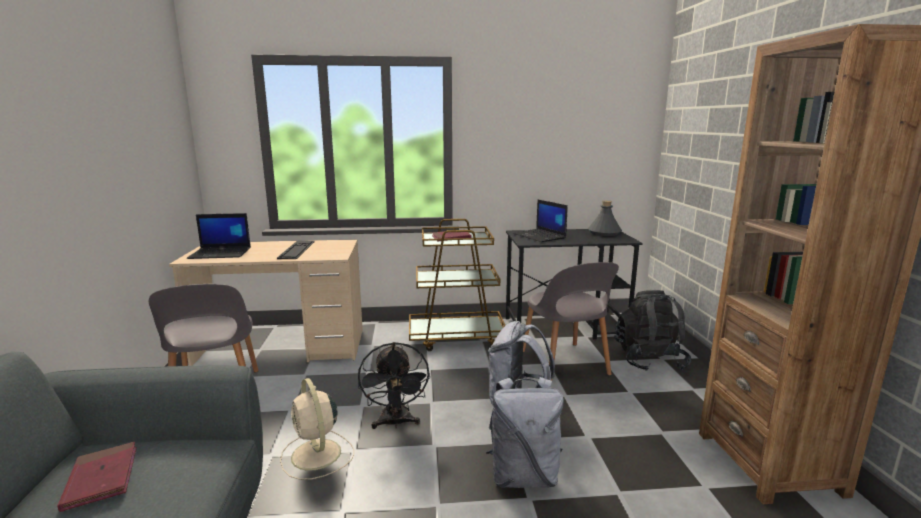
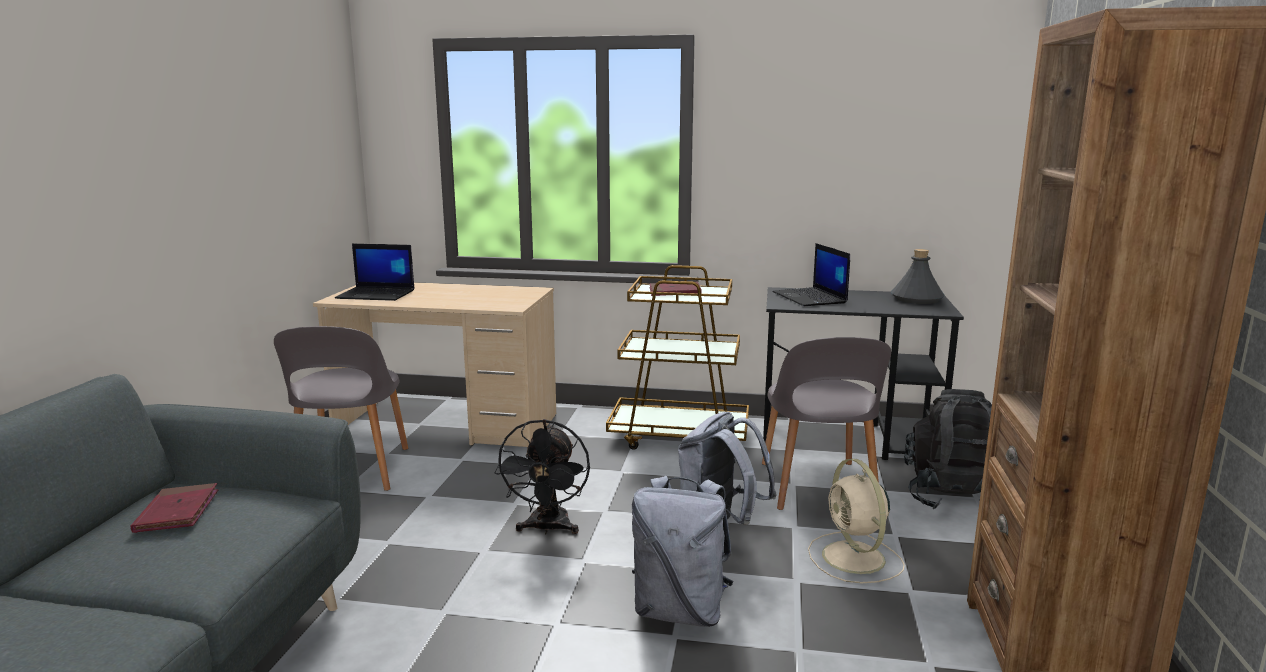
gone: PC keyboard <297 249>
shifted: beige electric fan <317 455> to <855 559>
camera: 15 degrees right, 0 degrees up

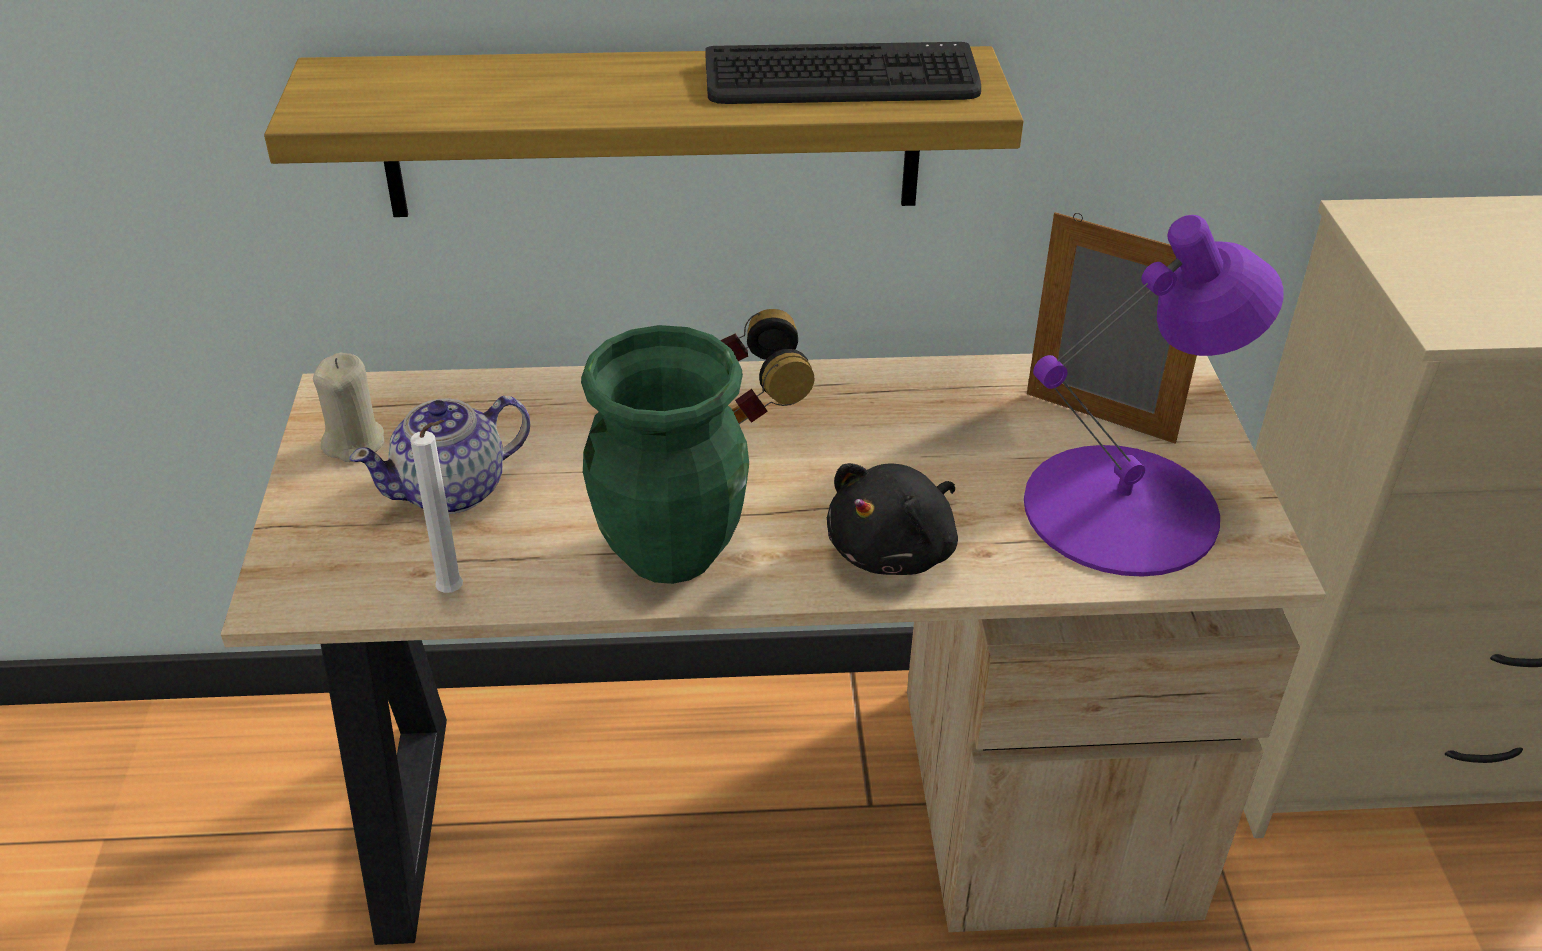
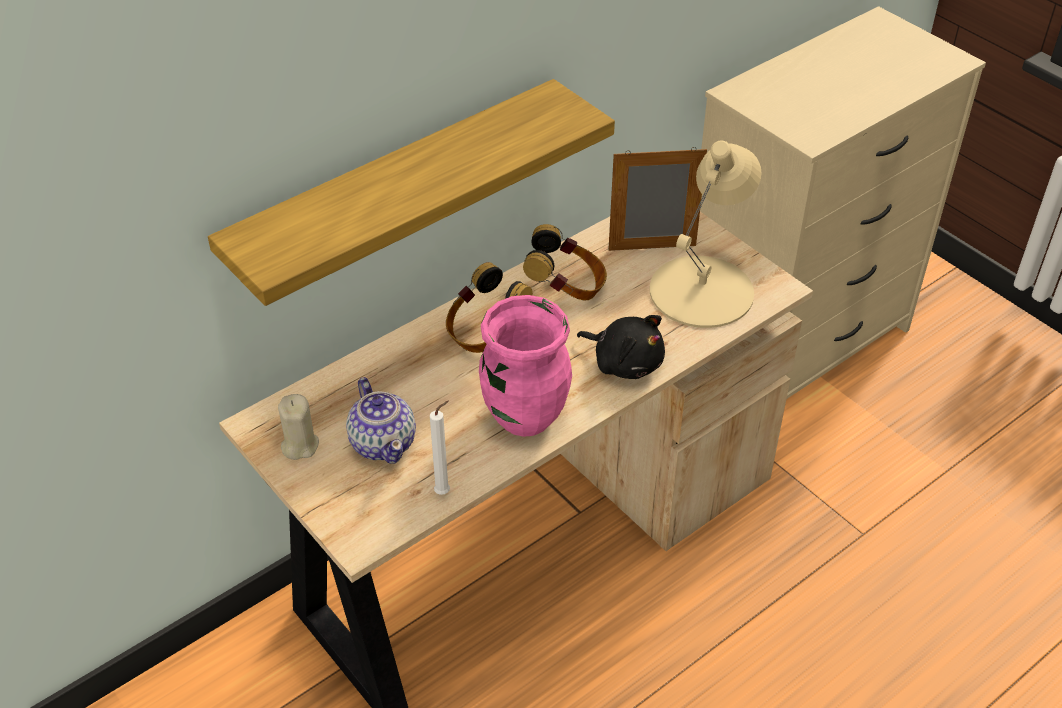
gone: PC keyboard <841 79>
new: pair of headphones <566 287>
repainted: greenish decorative vase <671 551> to pinkish decorative vase <525 416>; purplish tabletop lamp <1124 509> to beige tabletop lamp <703 291>
rotated: tea pot <453 490> = <383 442> 45 degrees counterclockwise; black plush toy <895 550> = <625 362> 60 degrees counterclockwise
camera: 35 degrees left, 5 degrees up

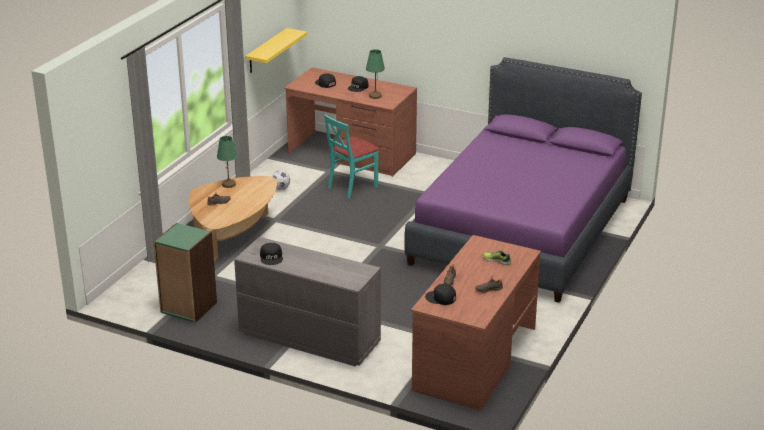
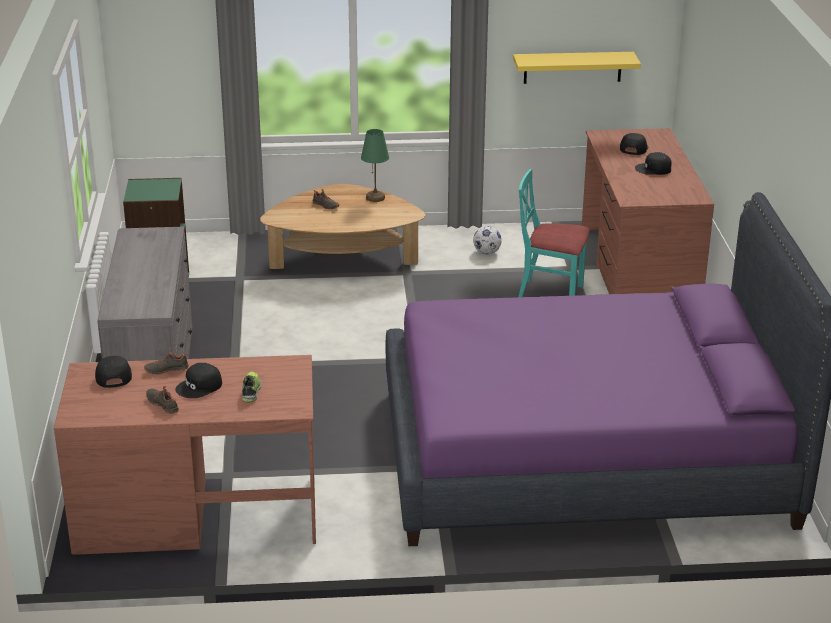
gone: greenish tabletop lamp <375 96>
shifted: black baseball cap <272 257> to <199 387>
camera: 60 degrees right, 0 degrees up

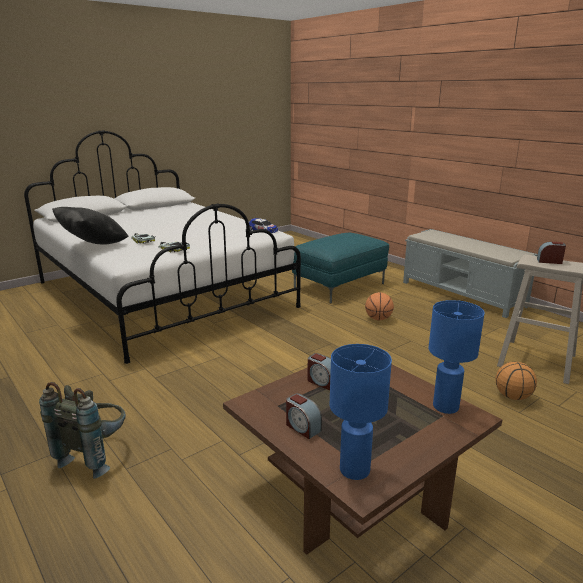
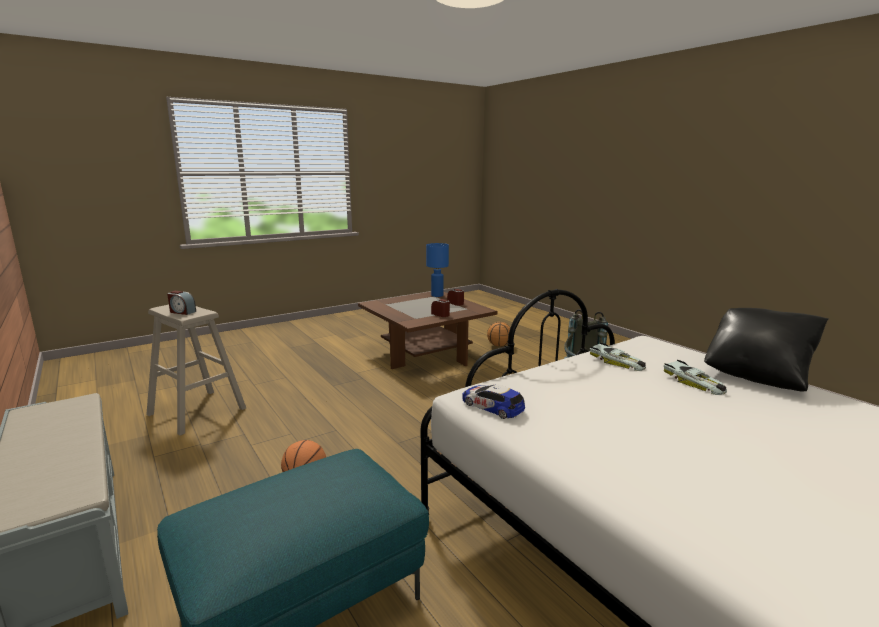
gone: blue tabletop lamp <445 406>
shifted: basketball <512 397> to <499 345>
camera: 175 degrees left, 5 degrees down

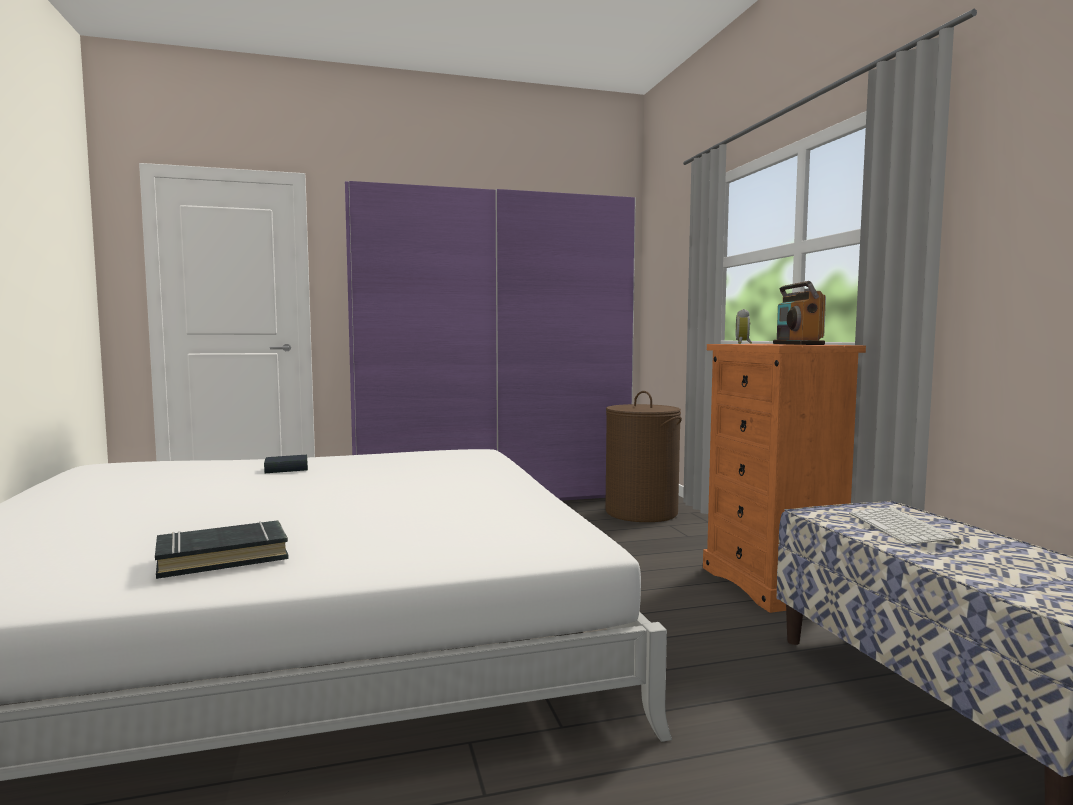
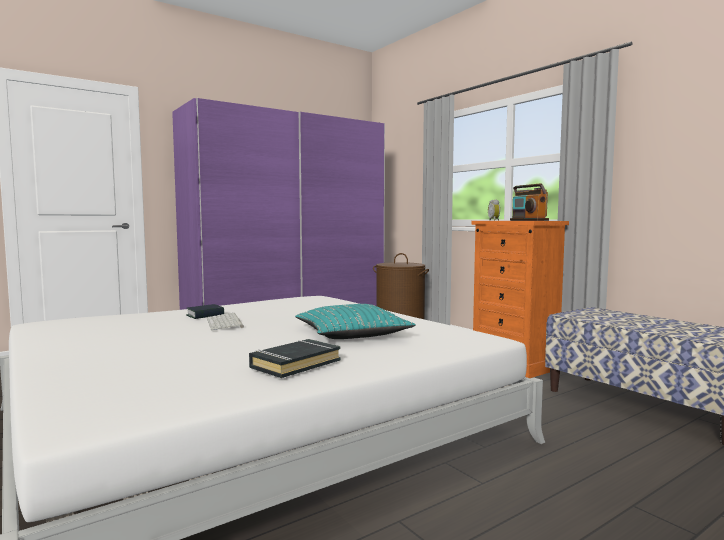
new: blue-green pillow <352 334>
shifted: PC keyboard <903 528> to <225 323>
camera: 20 degrees left, 0 degrees up

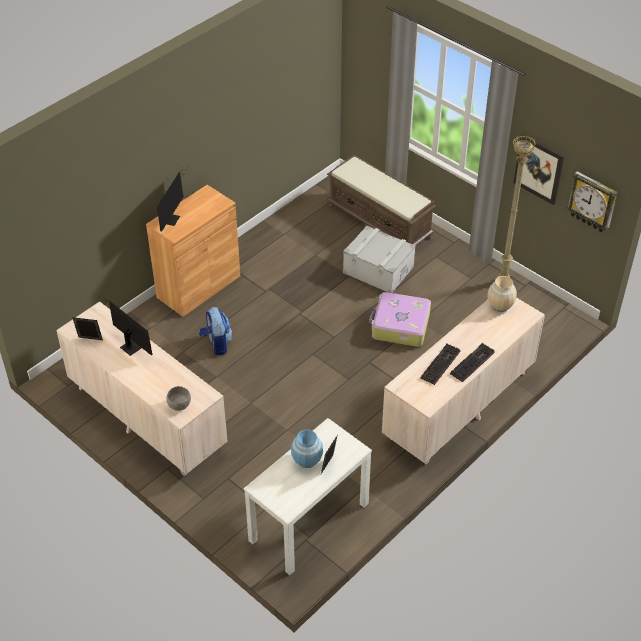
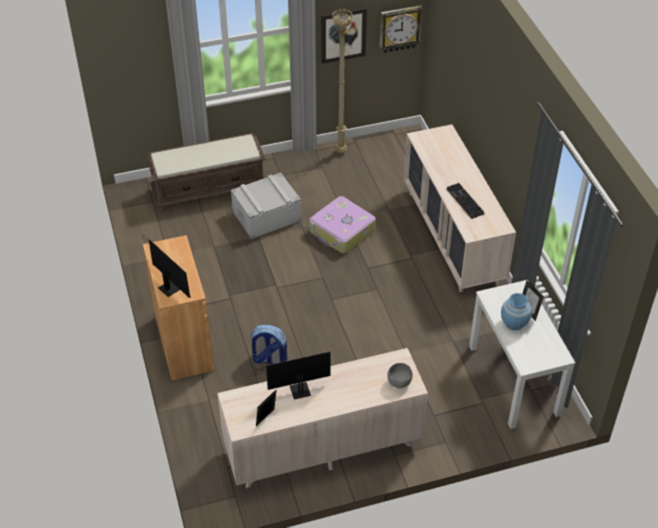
gone: PC keyboard <472 362>; beige decorative vase <500 305>
camera: 60 degrees left, 0 degrees up

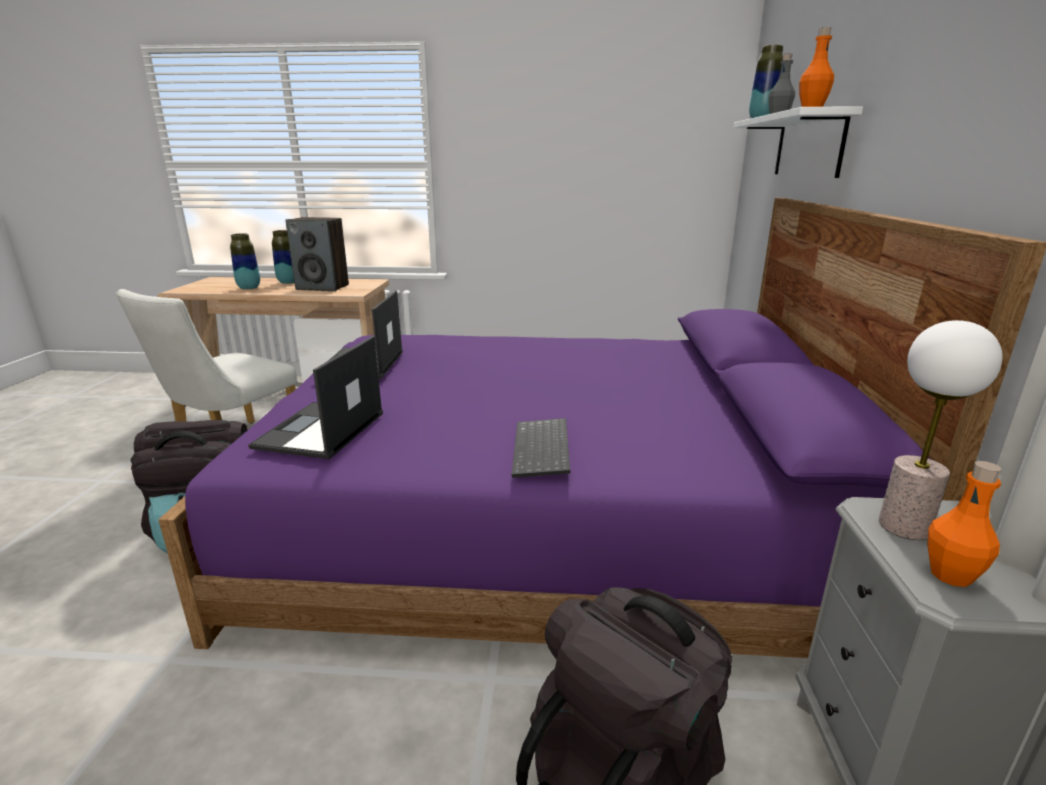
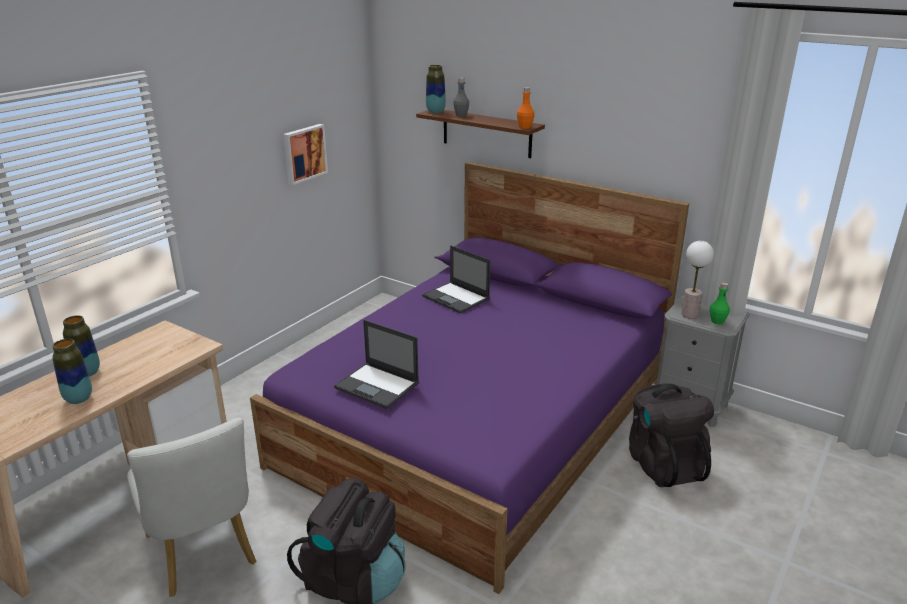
gone: speaker <323 287>; PC keyboard <543 450>
new: wall art <304 153>
shifted: portable computer <320 431> to <456 298>
repainted: white-coloured wall shelf <808 146> to brown-coloured wall shelf <486 133>; orangey drink bottle <950 575> to greenish drink bottle <717 321>
camera: 60 degrees left, 5 degrees up

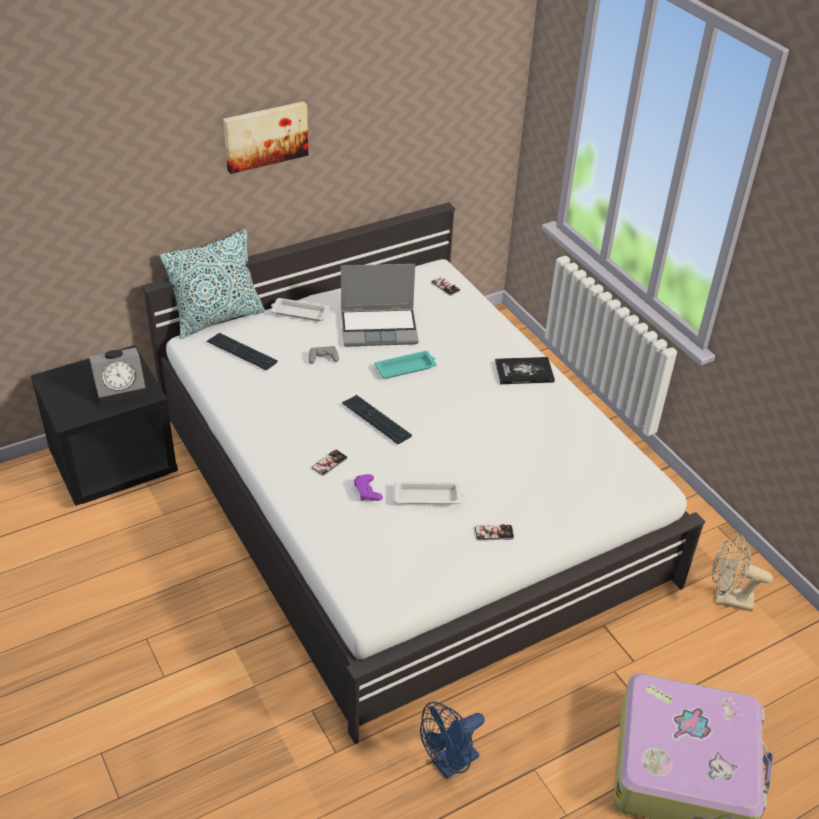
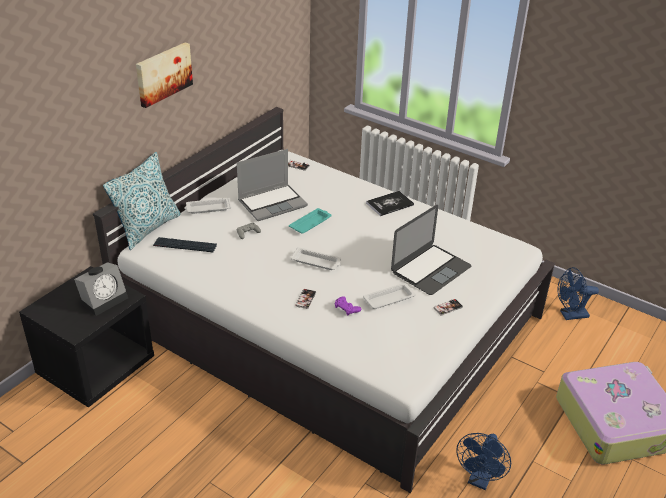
new: portable computer <430 269>
swapped: PC keyboard <376 420> to white-coloured tray <316 262>
repainted: beige electric fan <727 599> to blue electric fan <570 315>
camera: 25 degrees left, 5 degrees down

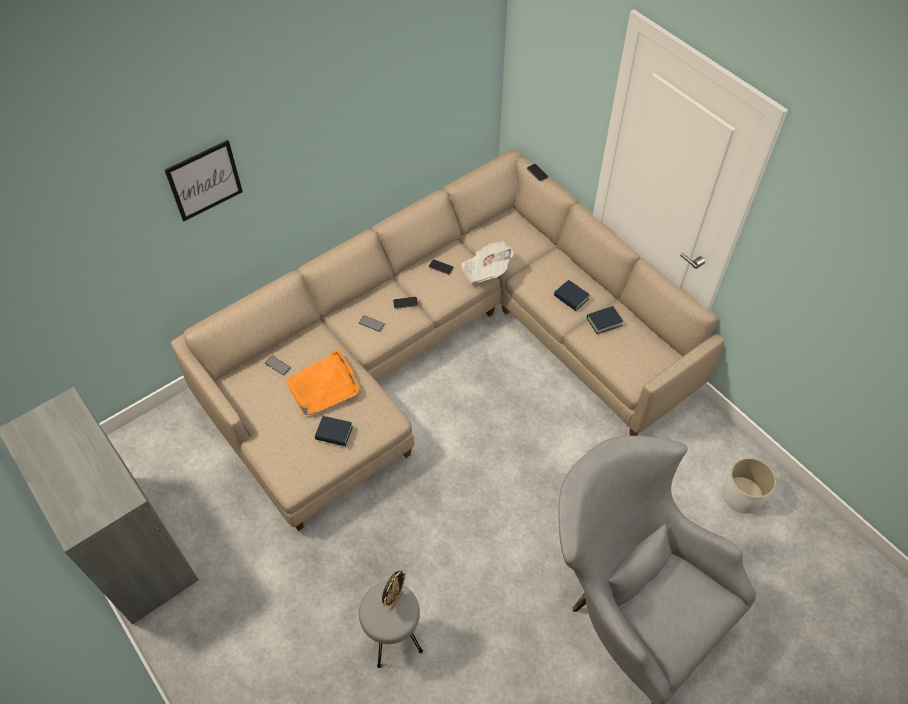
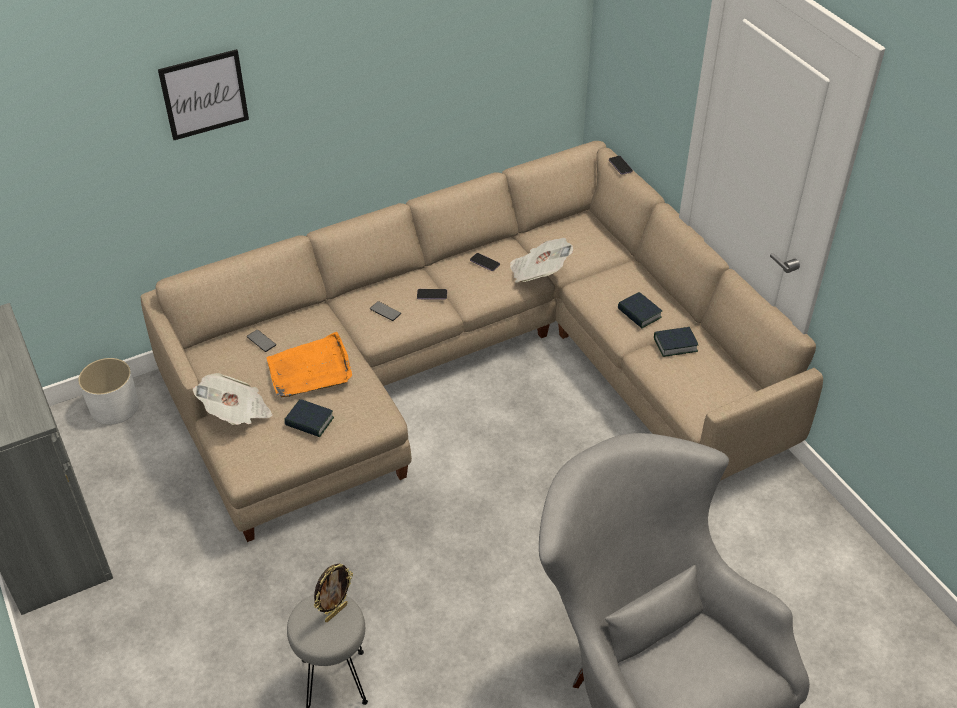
new: printed paper <236 413>
shifted: white-coloured planter <742 494> to <114 407>
camera: 10 degrees right, 10 degrees down

